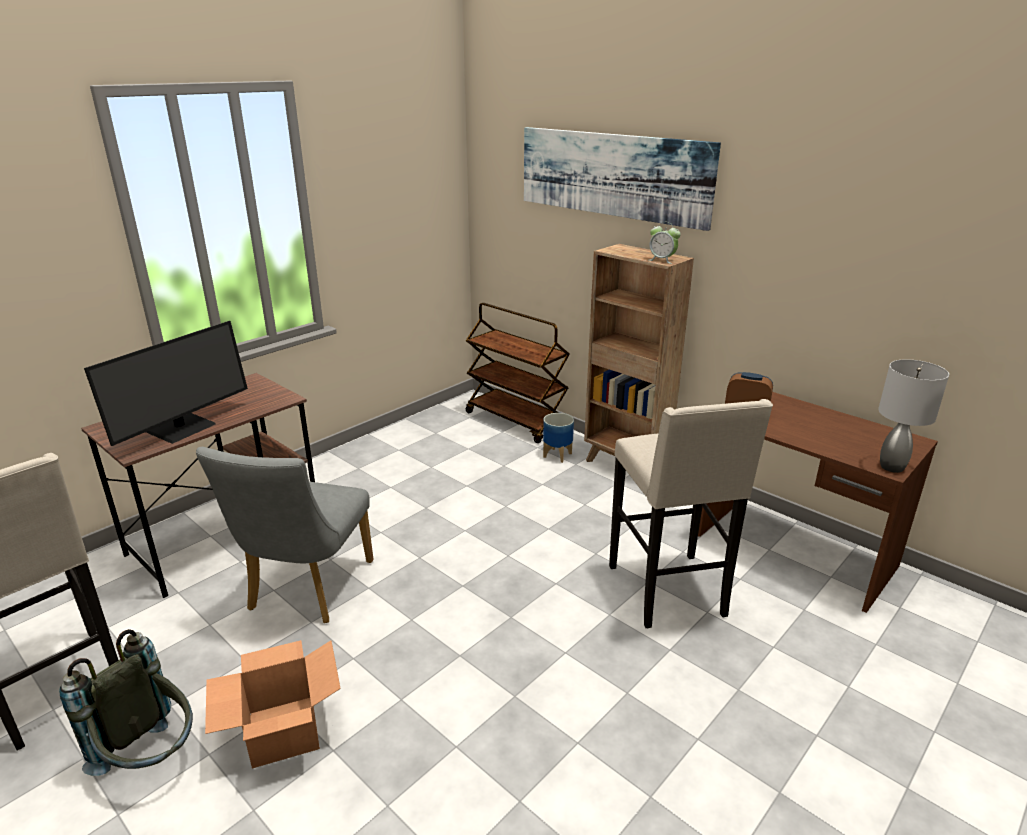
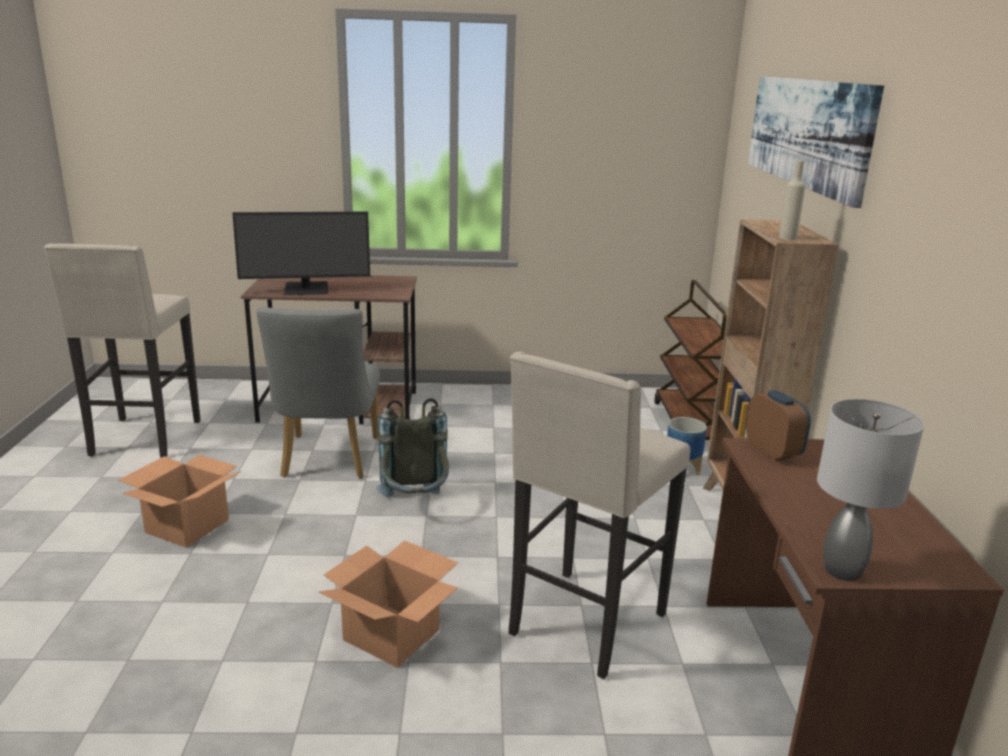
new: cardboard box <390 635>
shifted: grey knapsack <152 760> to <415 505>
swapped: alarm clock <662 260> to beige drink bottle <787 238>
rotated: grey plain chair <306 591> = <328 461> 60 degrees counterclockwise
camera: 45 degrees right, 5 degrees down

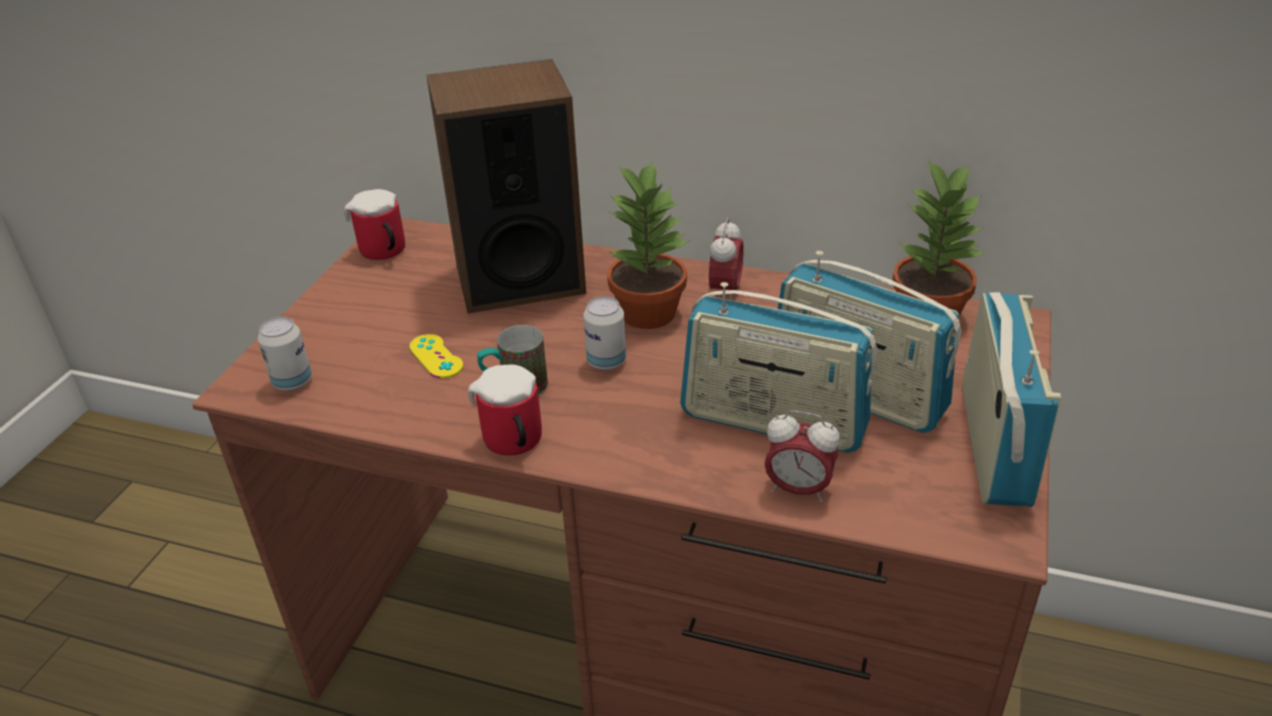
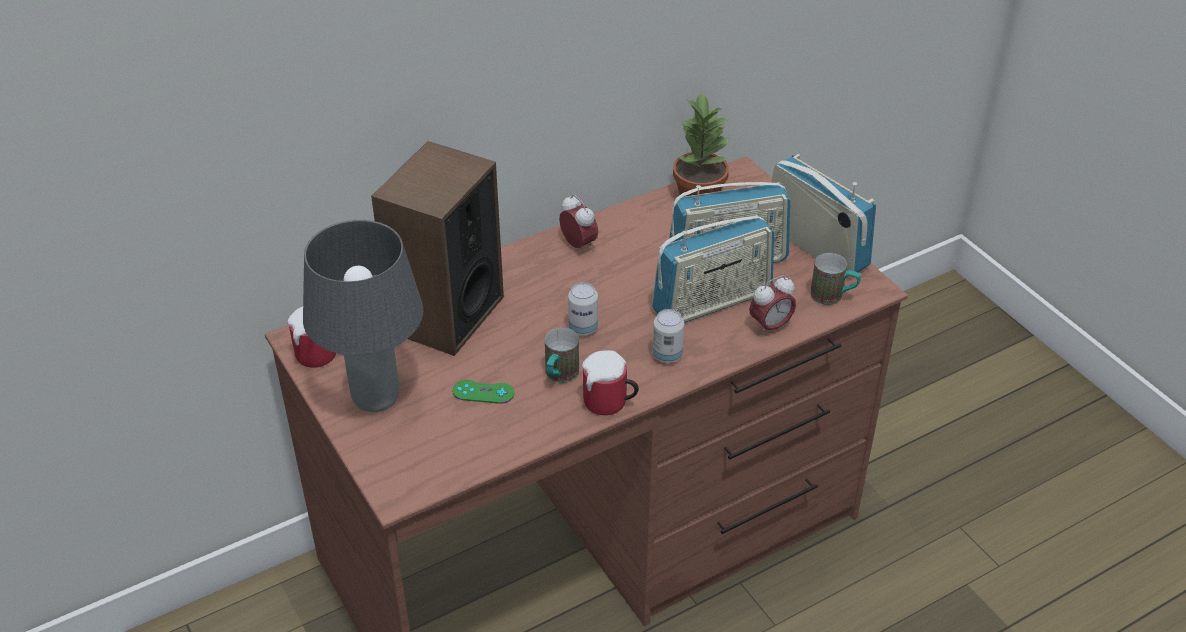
gone: plant in a pot <647 312>
new: grey tabletop lamp <375 400>; coffee mug <833 296>
shifted: sealed can <292 382> to <667 355>
repainted: yellowish gamepad <436 356> to greenish gamepad <483 392>
camera: 50 degrees left, 5 degrees up

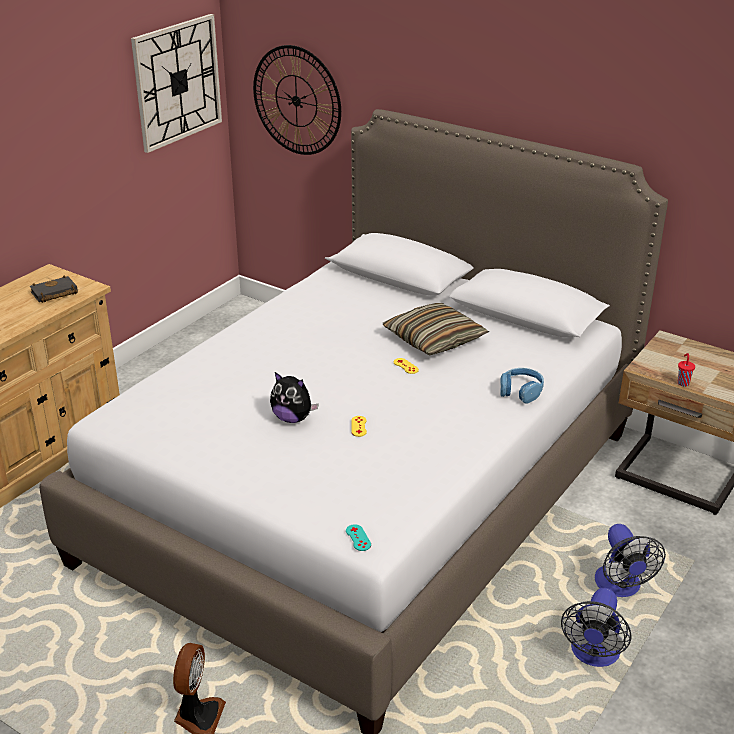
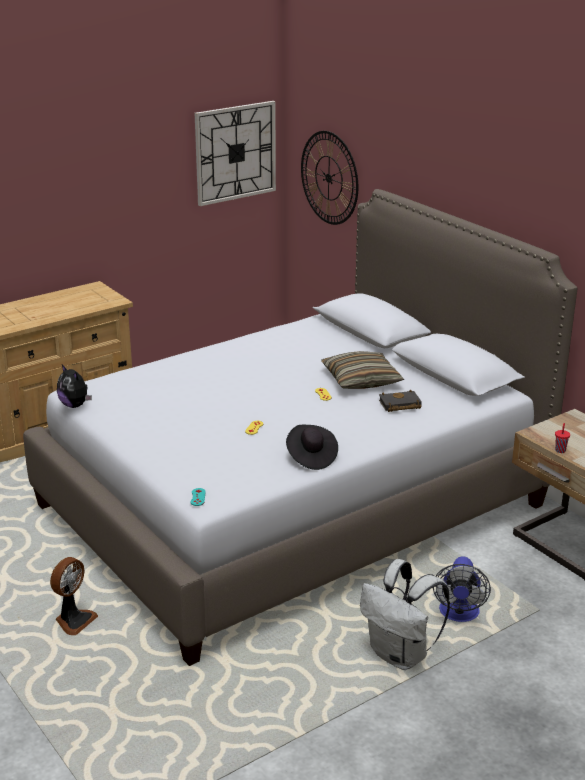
gone: blue pair of headphones <521 391>
new: black hat <311 457>
shifted: black book <54 294> to <399 405>; plush toy <293 418> to <75 405>
swapped: electric fan <593 655> to white-coloured knapsack <401 655>
camera: 20 degrees right, 5 degrees down

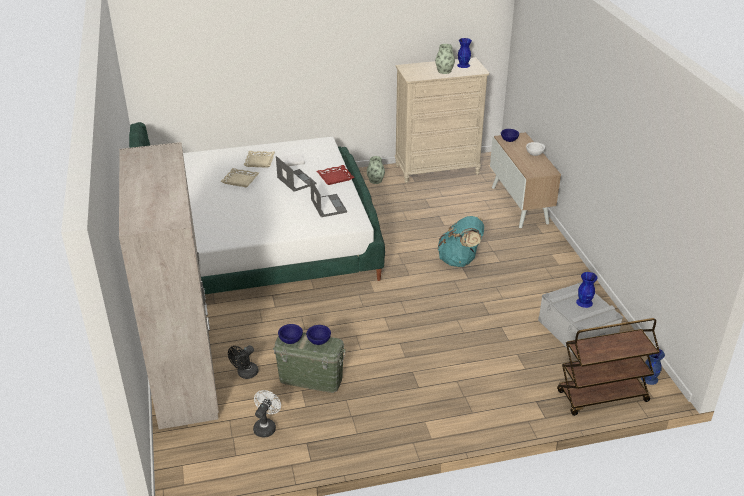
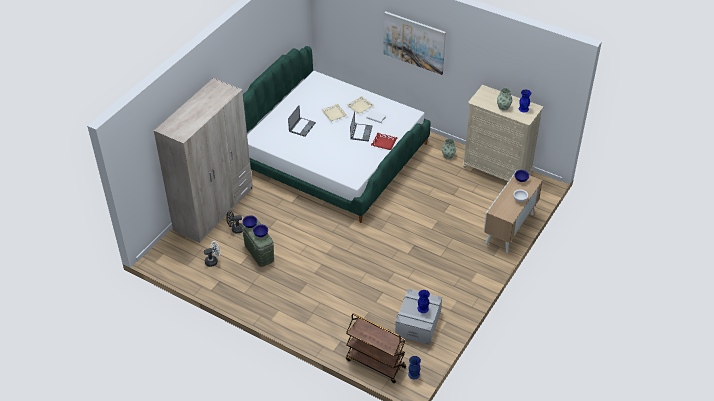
gone: blue-green knapsack <460 260>
new: wall art <414 42>
shifted: portable computer <328 206> to <302 127>
camera: 45 degrees right, 10 degrees up

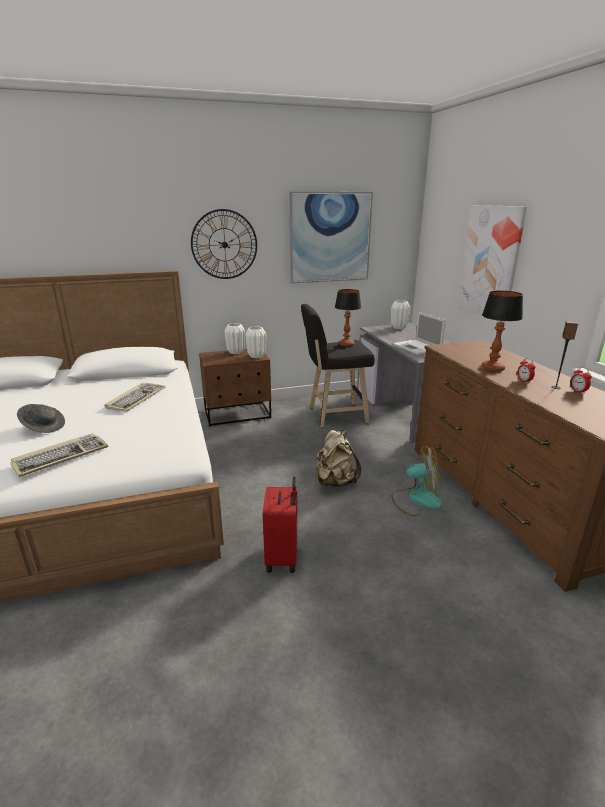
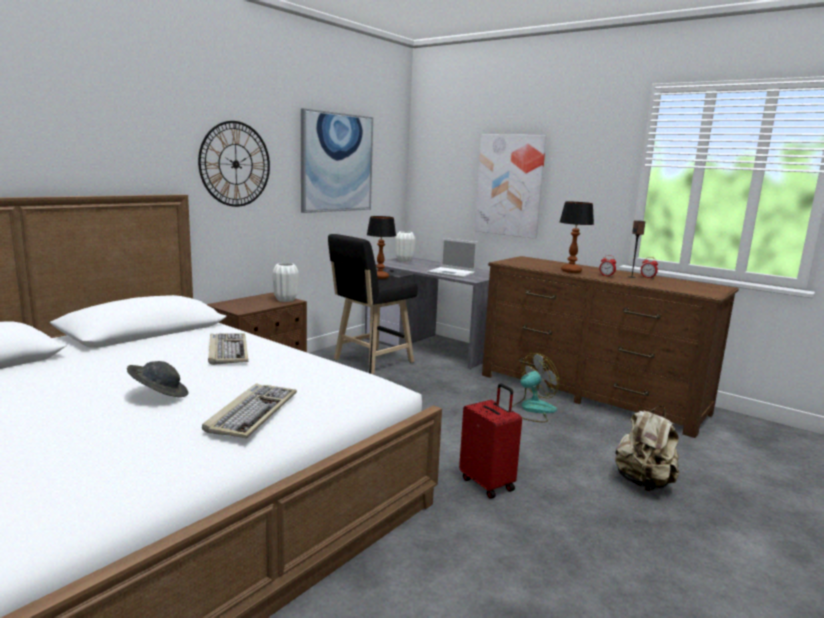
gone: white-coloured decorative vase <236 352>
shifted: beige knapsack <335 482> to <644 483>
camera: 35 degrees left, 10 degrees down

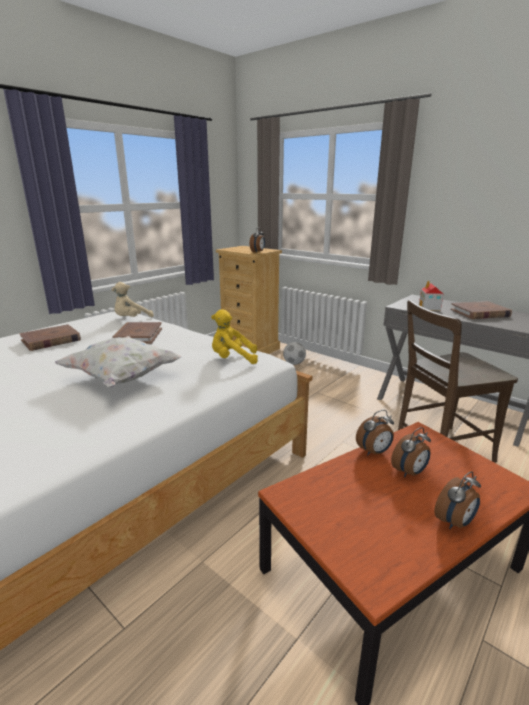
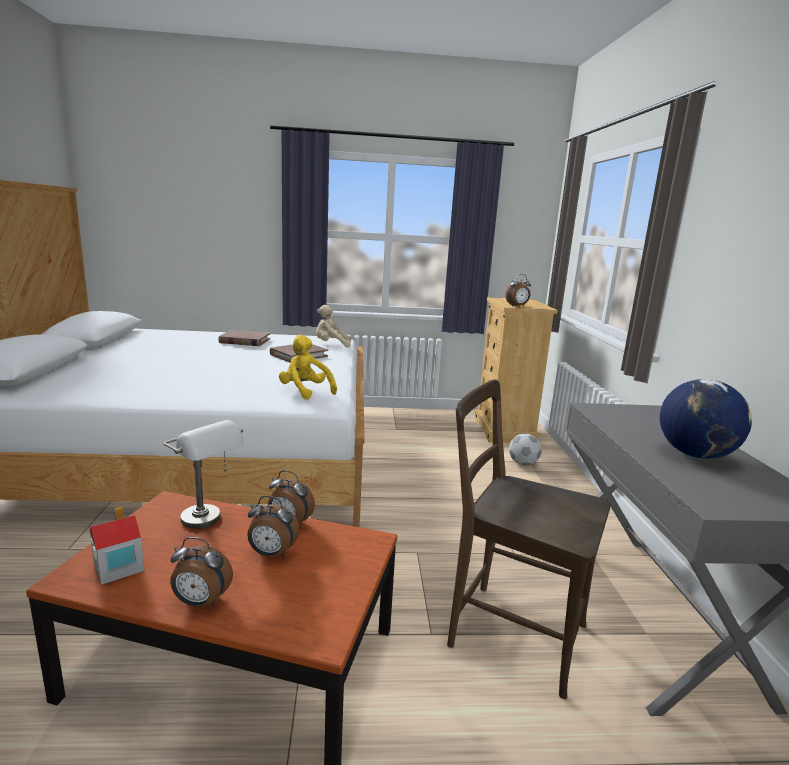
gone: white-coloured pillow <123 378>
new: grey tabletop lamp <210 523>
shifted: model house <429 308> to <118 567>
swapped: brown-coloured book <480 313> to world globe <695 454>
camera: 45 degrees right, 5 degrees down

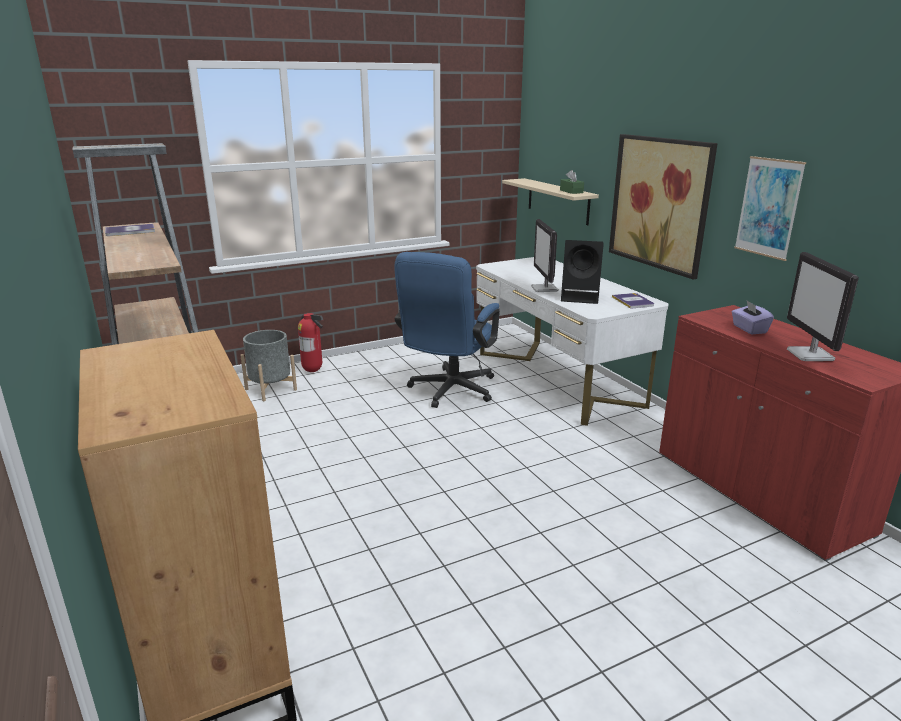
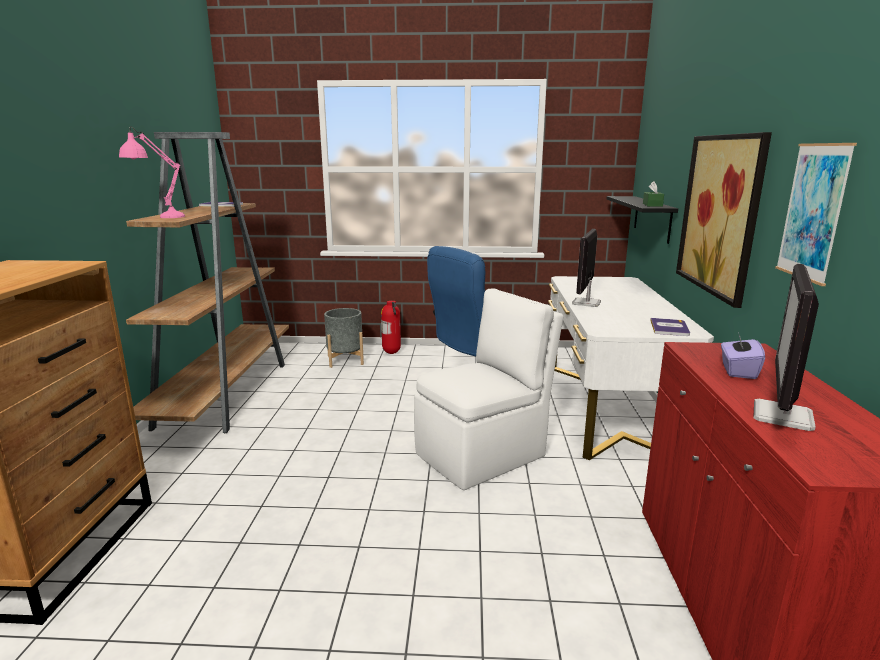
gone: black speaker <581 297>
new: pinkish tabletop lamp <159 218>; white-coloured plain chair <483 454>
repainted: beige wall shelf <558 201> to black wall shelf <652 218>
camera: 30 degrees right, 5 degrees down

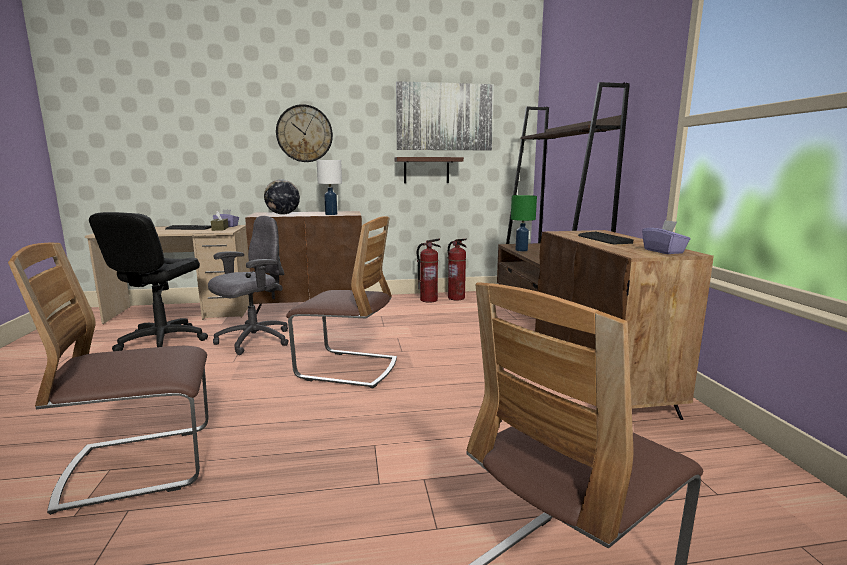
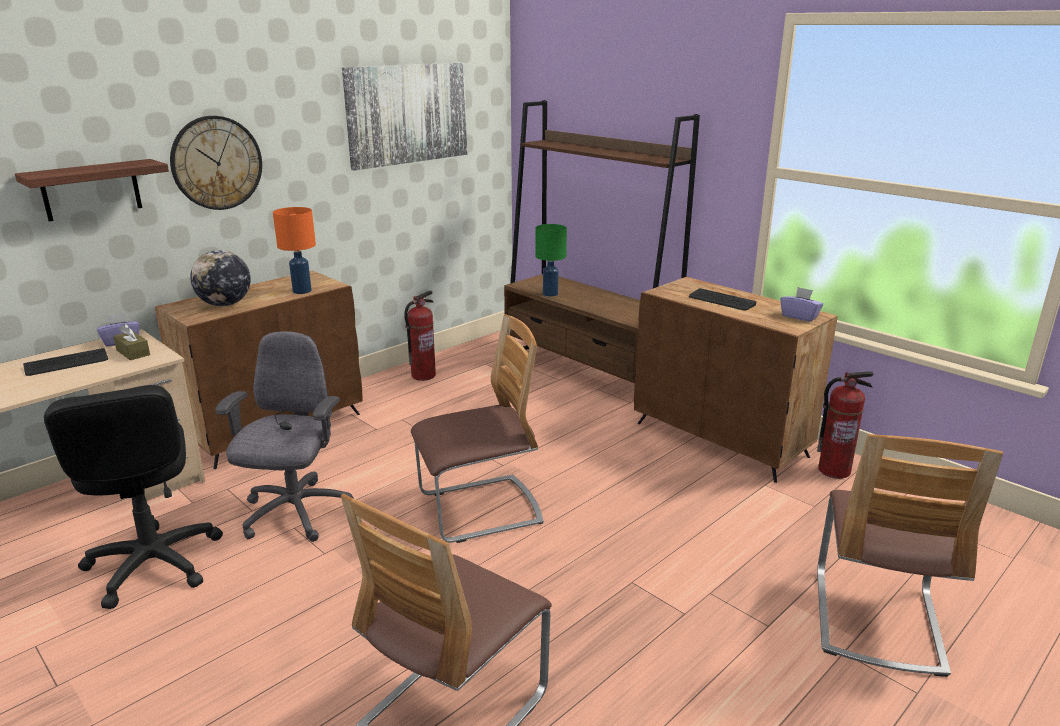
shifted: wall shelf <426 170> to <91 190>; extinguisher <456 298> to <834 471>
repainted: white-coloured tabletop lamp <331 214> to orangey tabletop lamp <302 291>
camera: 35 degrees left, 10 degrees up

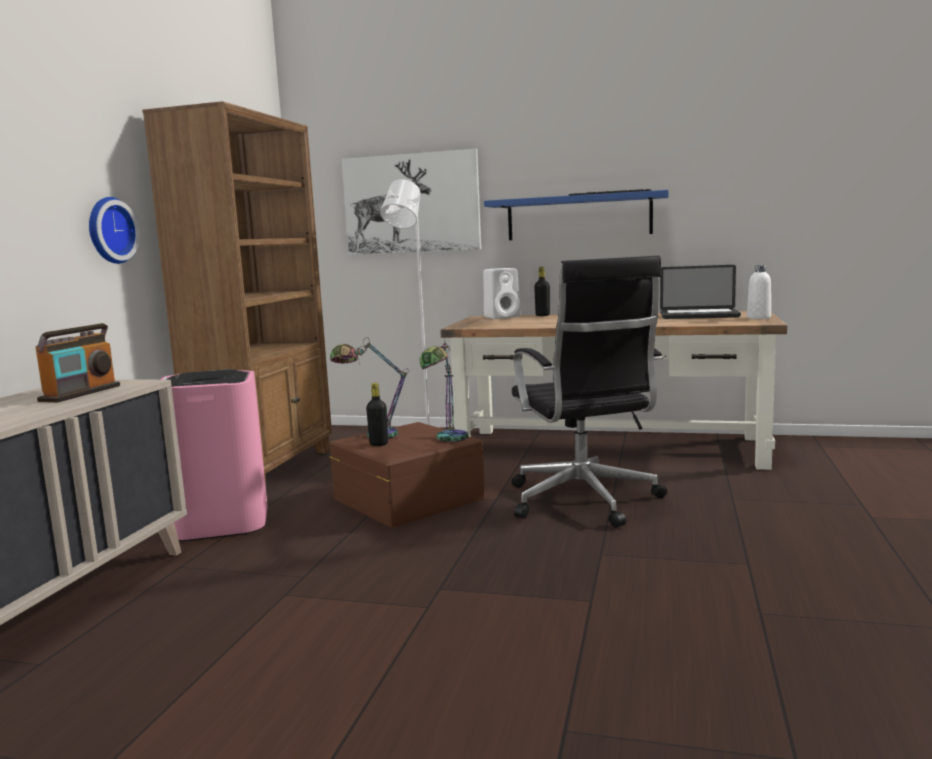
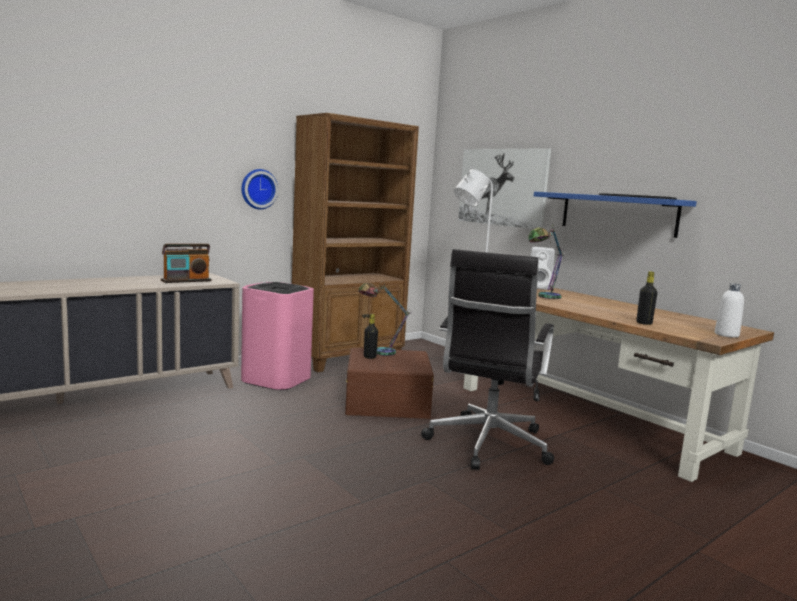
gone: portable computer <699 315>
shifted: tabletop lamp <447 440> to <543 297>; black drink bottle <542 315> to <644 323>
camera: 35 degrees right, 0 degrees up

